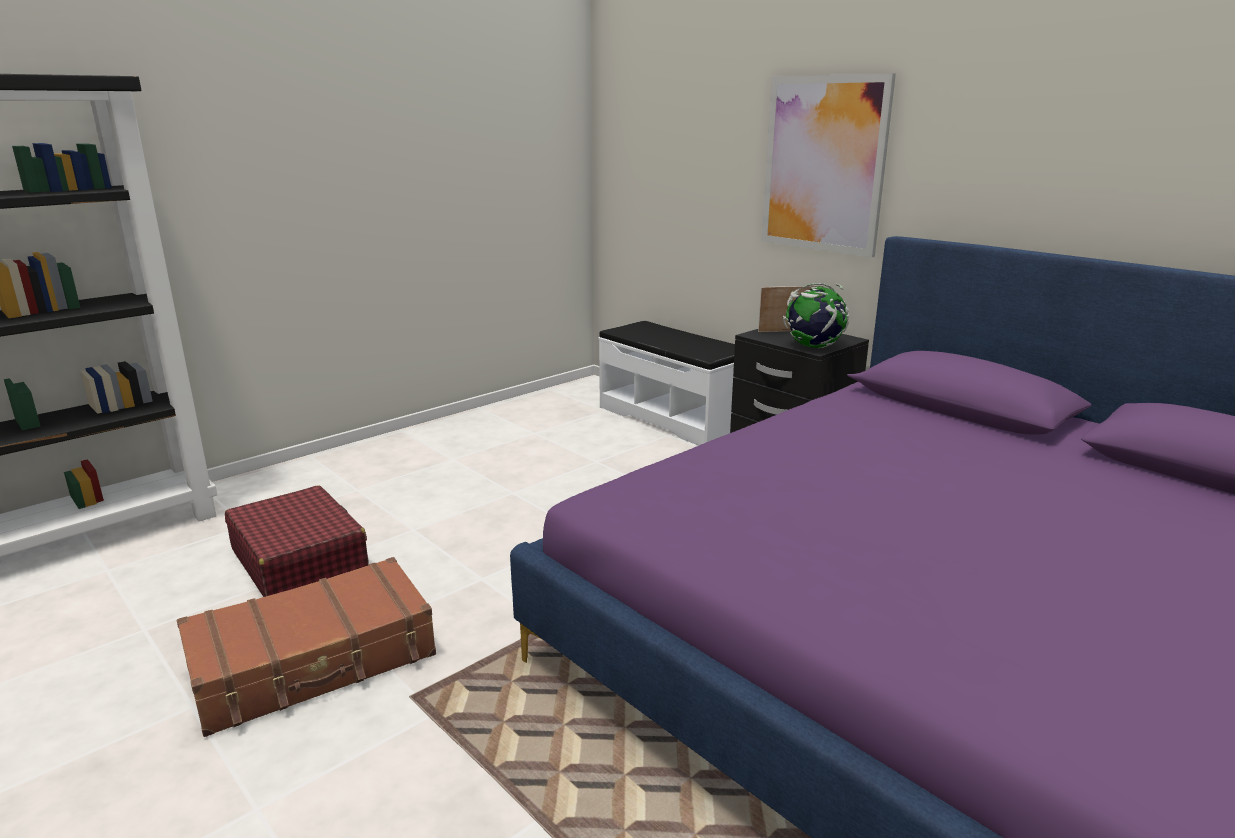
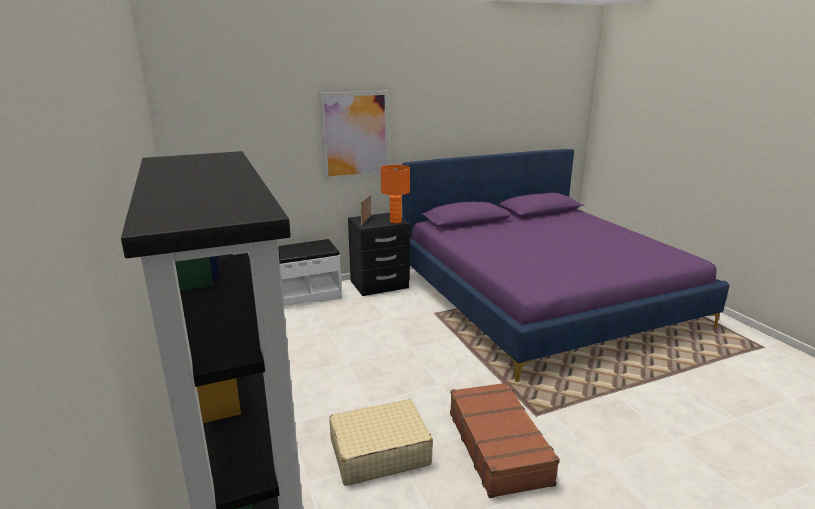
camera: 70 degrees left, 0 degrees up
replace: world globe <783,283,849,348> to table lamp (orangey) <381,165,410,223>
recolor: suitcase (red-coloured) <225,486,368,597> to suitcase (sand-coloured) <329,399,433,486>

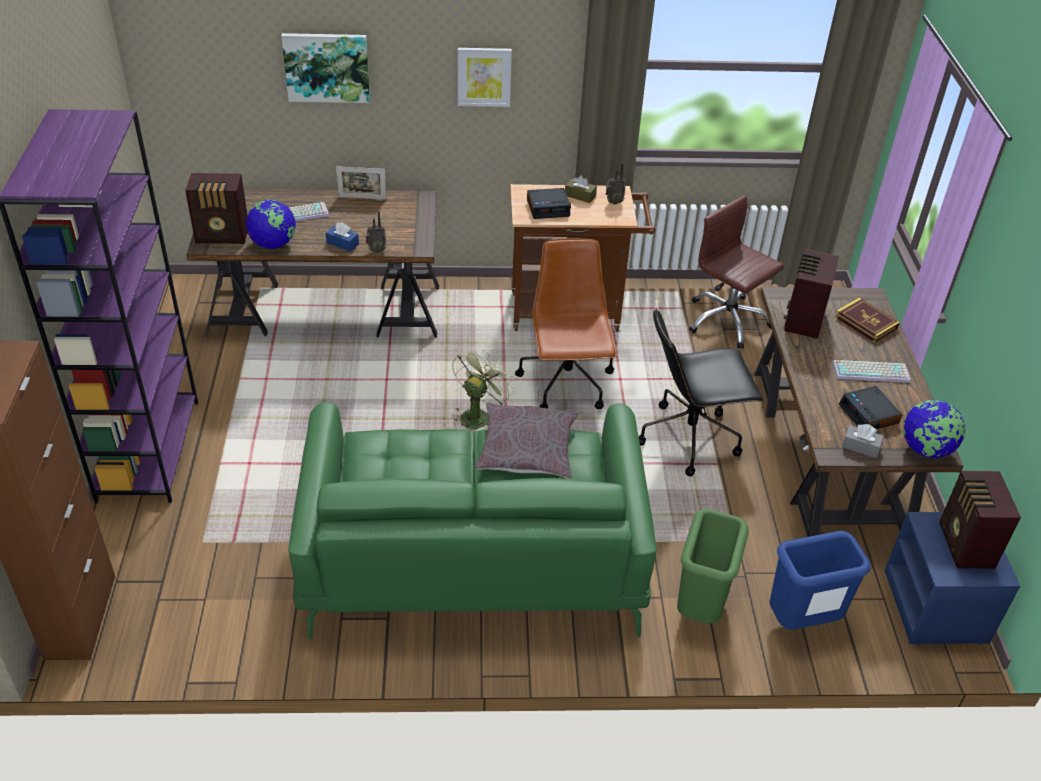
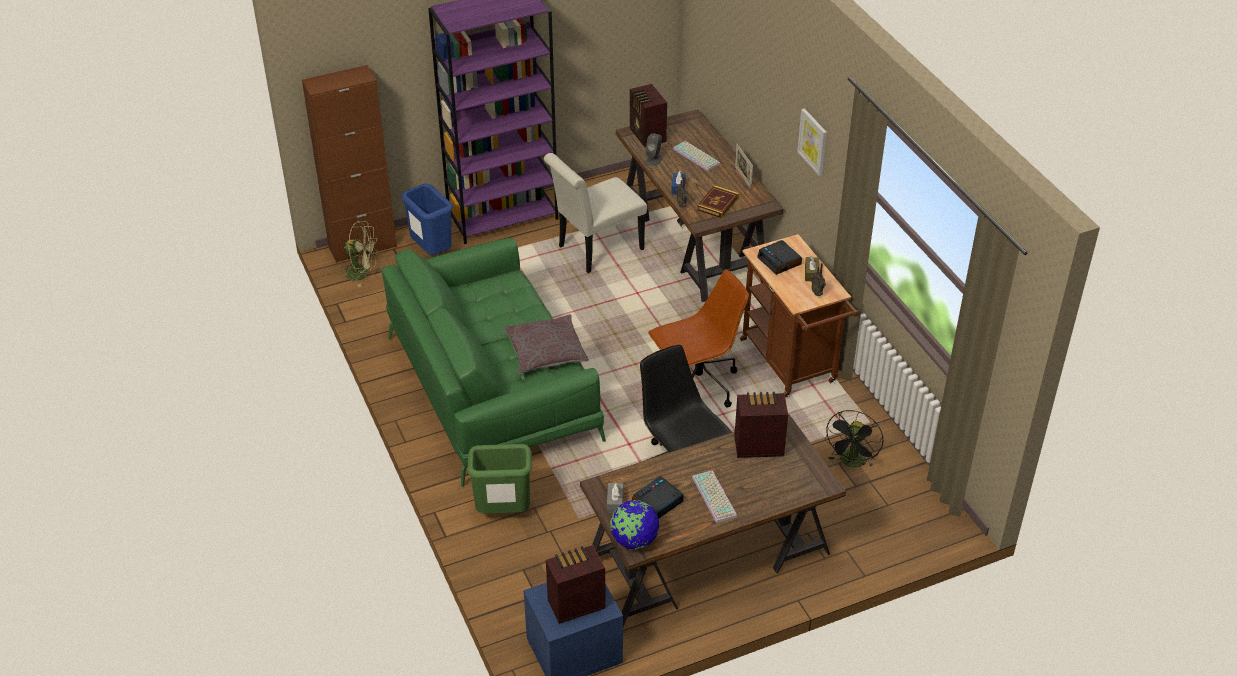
camera: 70 degrees right, 0 degrees up
delete: picture <281,33,370,103>
insert: chair (white-coloured) <544,153,647,273>
move: cooling fan (green) <452,348,514,429> to <341,221,379,287>; trash can (blue-coloured) <769,531,871,630> to <402,184,453,255>; book <835,298,900,343> to <697,185,739,219>
replace: world globe <246,200,296,249> to audio speaker (greyish) <645,134,662,166>; desk chair (brown-coloured) <689,195,784,349> to cooling fan (black) <824,410,883,467>

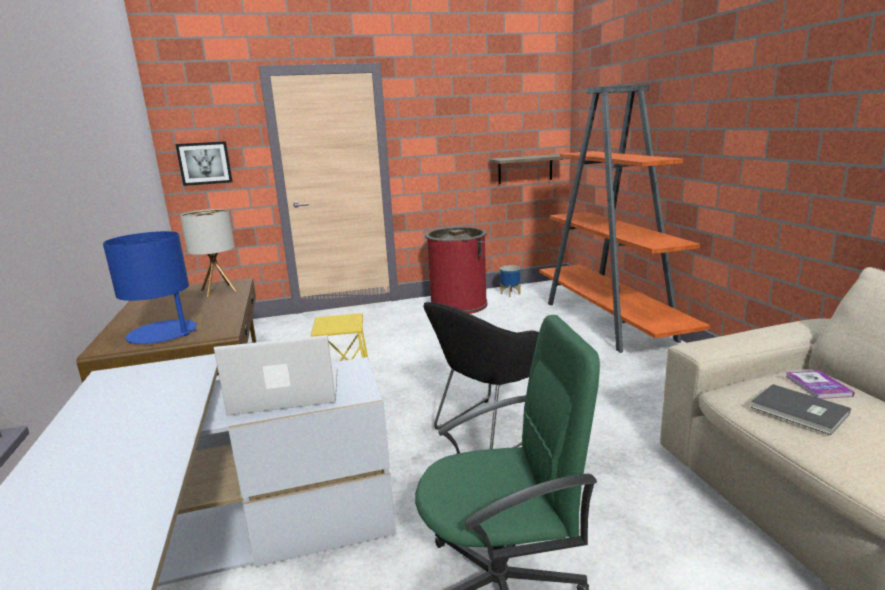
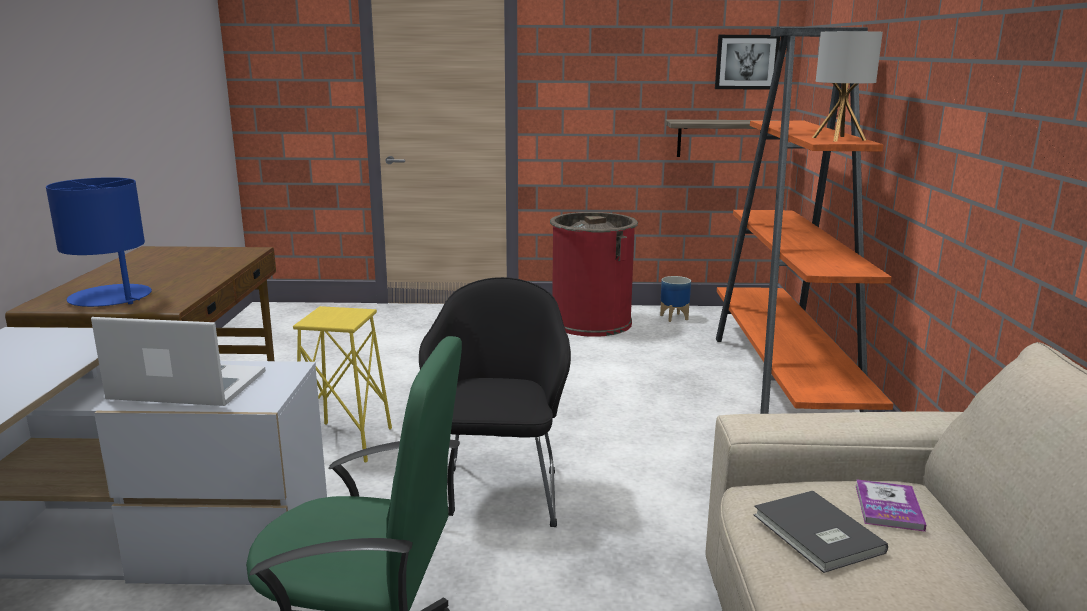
camera: 15 degrees right, 0 degrees up
move: picture <175,141,233,186> to <715,35,780,90>; table lamp <180,209,237,297> to <812,31,883,142>
rotate: lounge chair (black) <423,302,539,449> = <419,277,571,527> 120 degrees clockwise

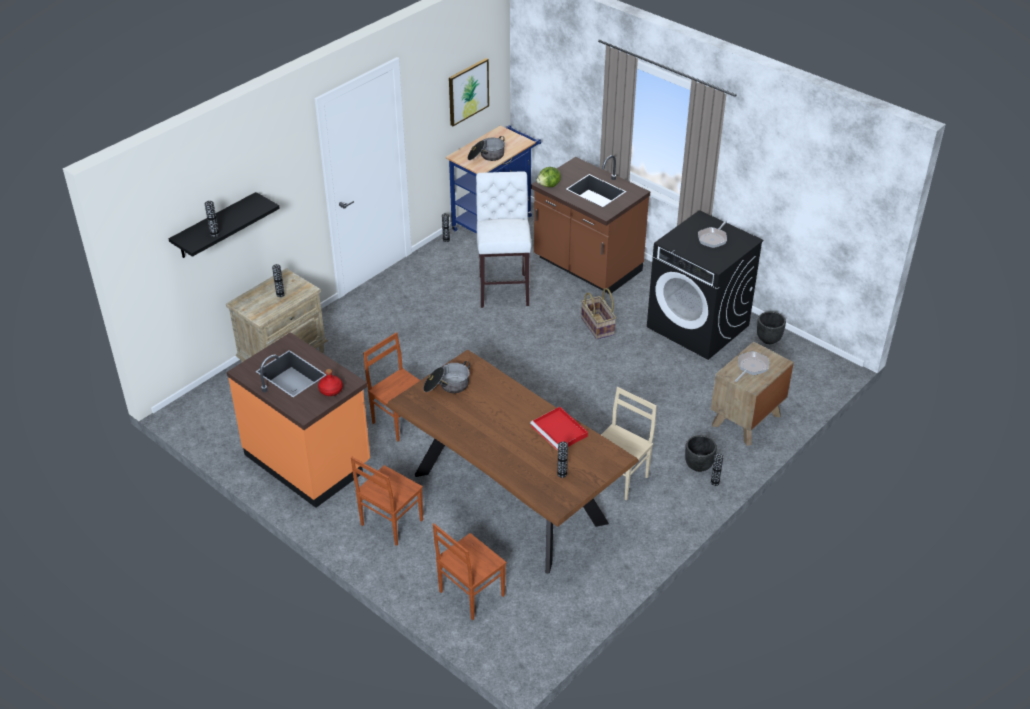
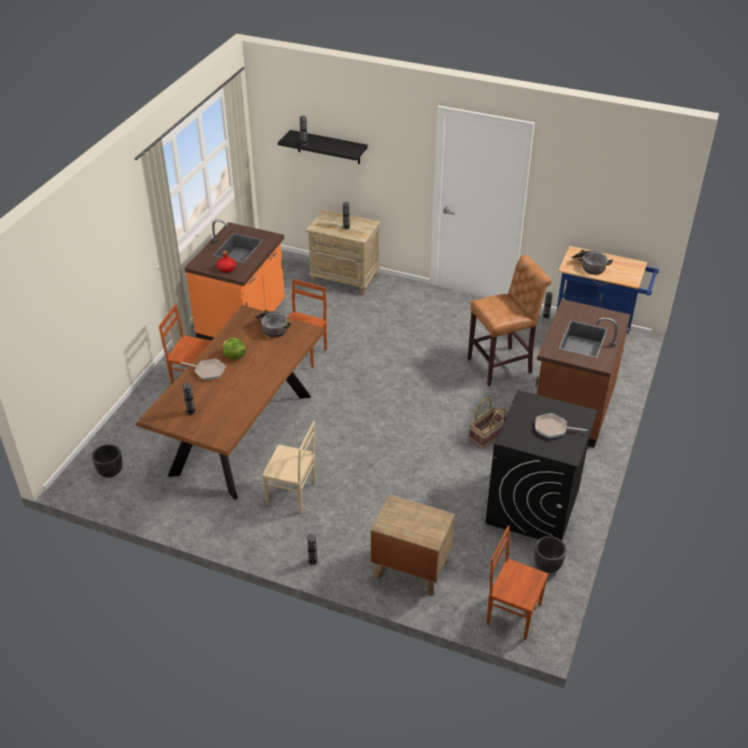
camera: 70 degrees right, 0 degrees up
delete: picture <449,58,489,126>; serving tray (red-coloured) <530,407,588,451>
move: planter (black) <685,435,717,472> to <92,444,122,478>; skillet <735,351,769,382> to <180,359,226,380>; lettuce head <536,167,561,187> to <223,338,246,359>; chair (brown-coloured) <433,523,506,620> to <486,526,548,640>
recolor: sitting stool (white-coloured) <476,171,531,308> to sitting stool (brown-coloured) <467,255,552,386>

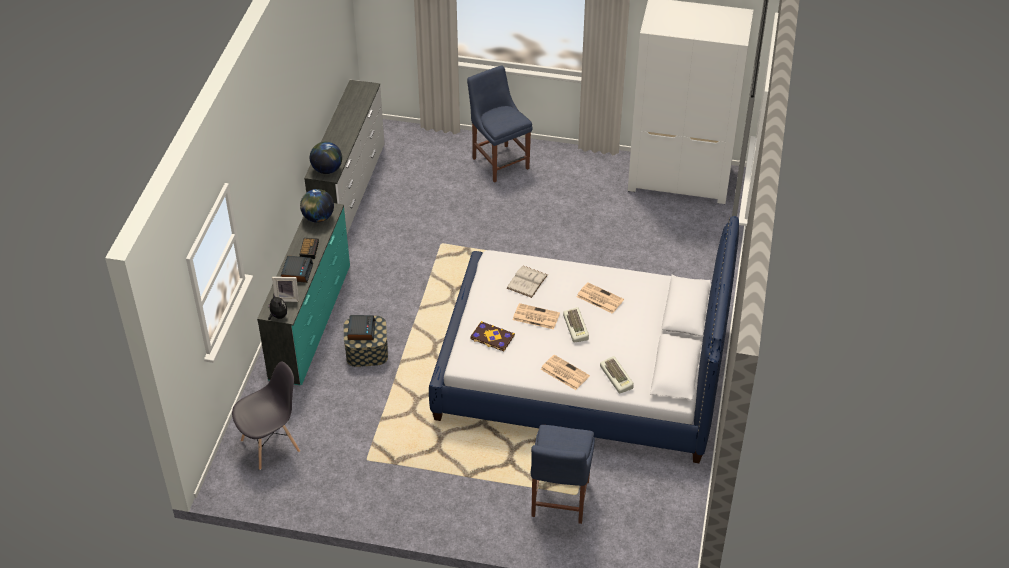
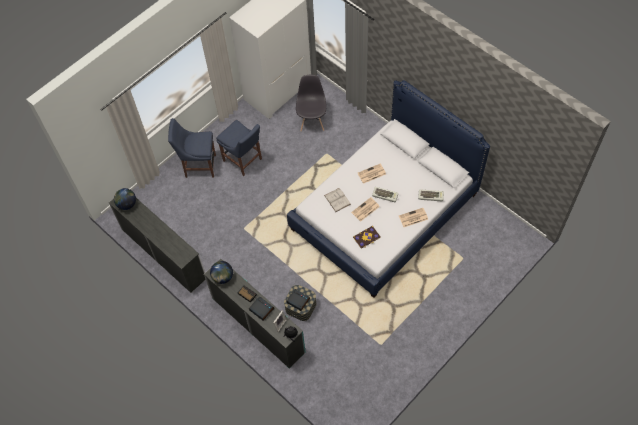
camera: 55 degrees left, 15 degrees up
move: world globe <310,142,342,174> to <114,188,136,210>; chair (blue-coloured) <531,425,595,524> to <216,120,262,176>; chair (greyish) <232,361,300,470> to <296,75,326,131>

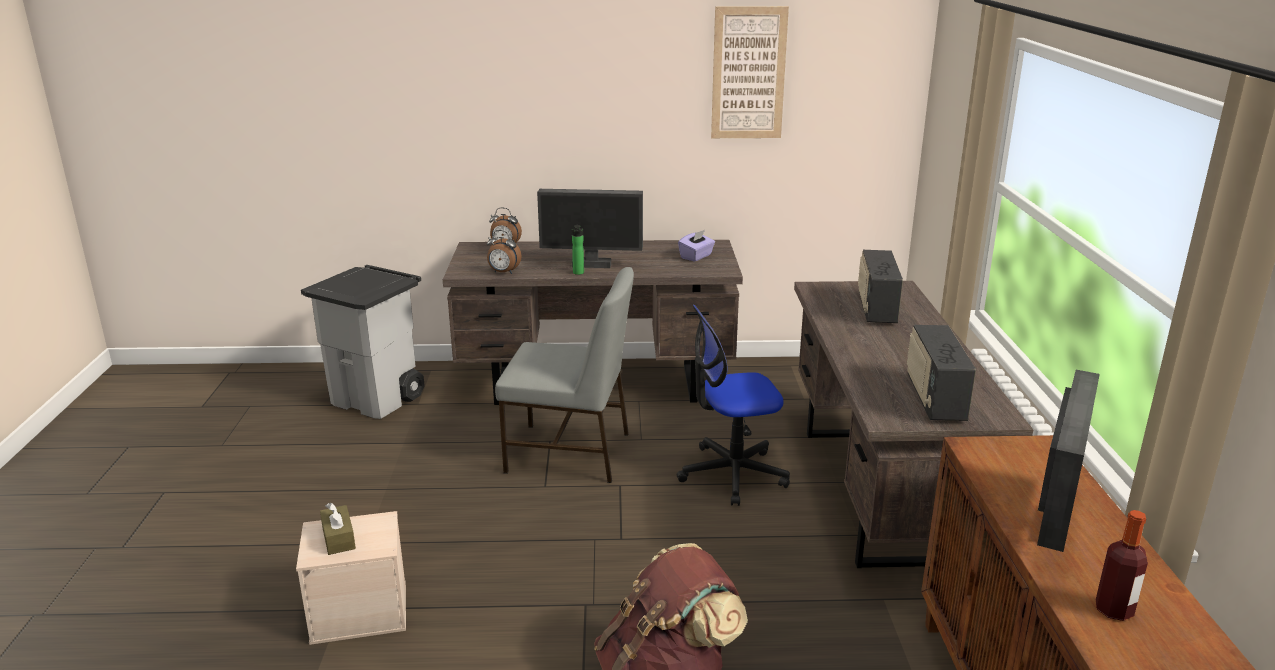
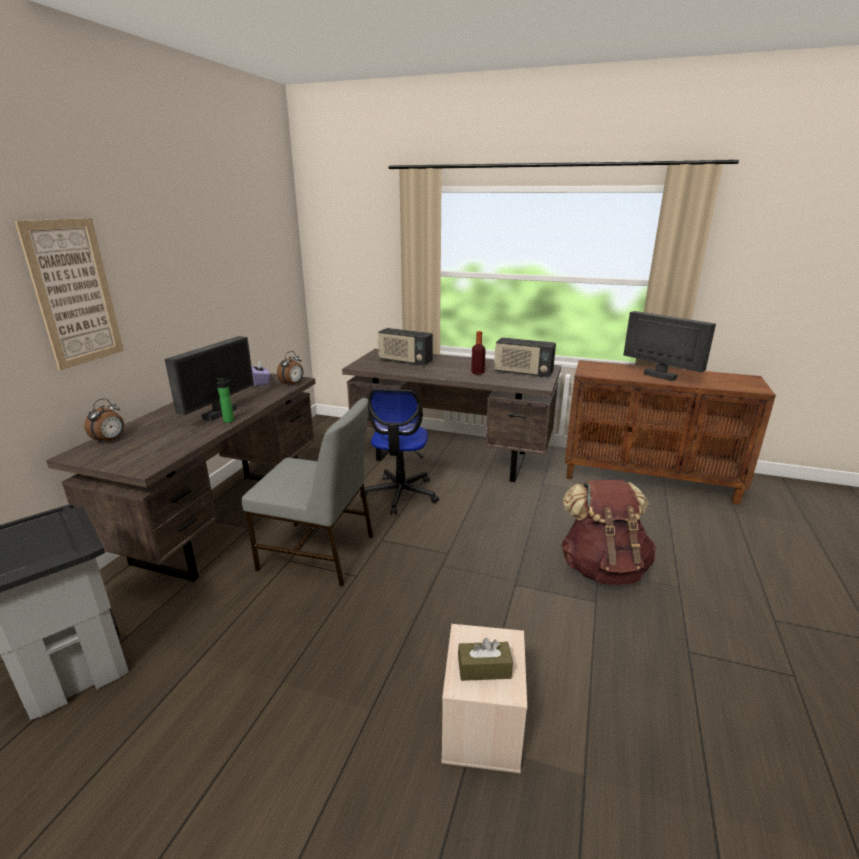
camera: 70 degrees left, 0 degrees up
move: picture <711,6,789,138> to <15,218,124,371>; table clock <487,230,522,274> to <277,351,303,386>; beverage bottle <1096,510,1148,621> to <471,331,485,375>
rotate: chair (greyish) <495,267,634,483> = <242,398,373,587> 75 degrees clockwise

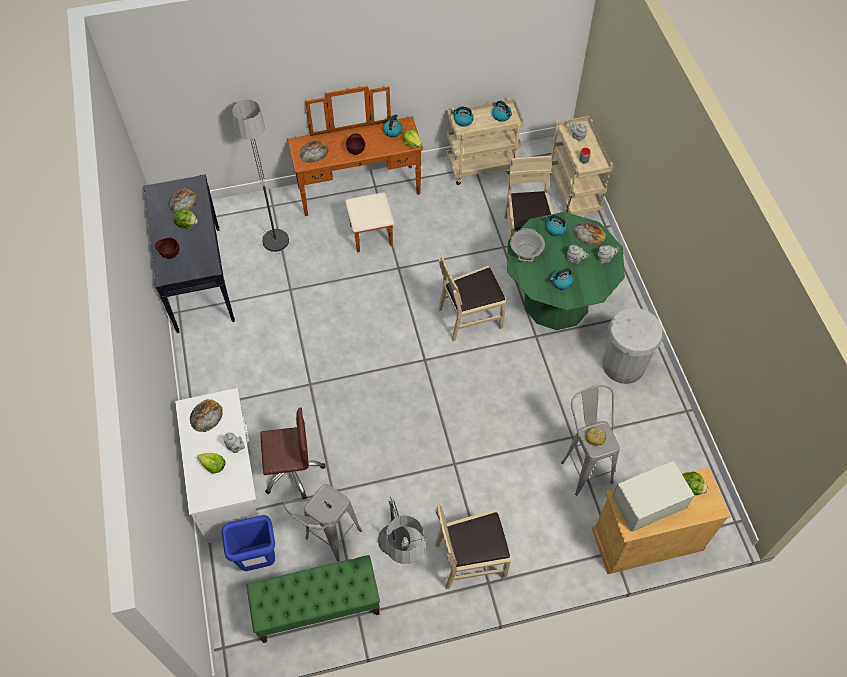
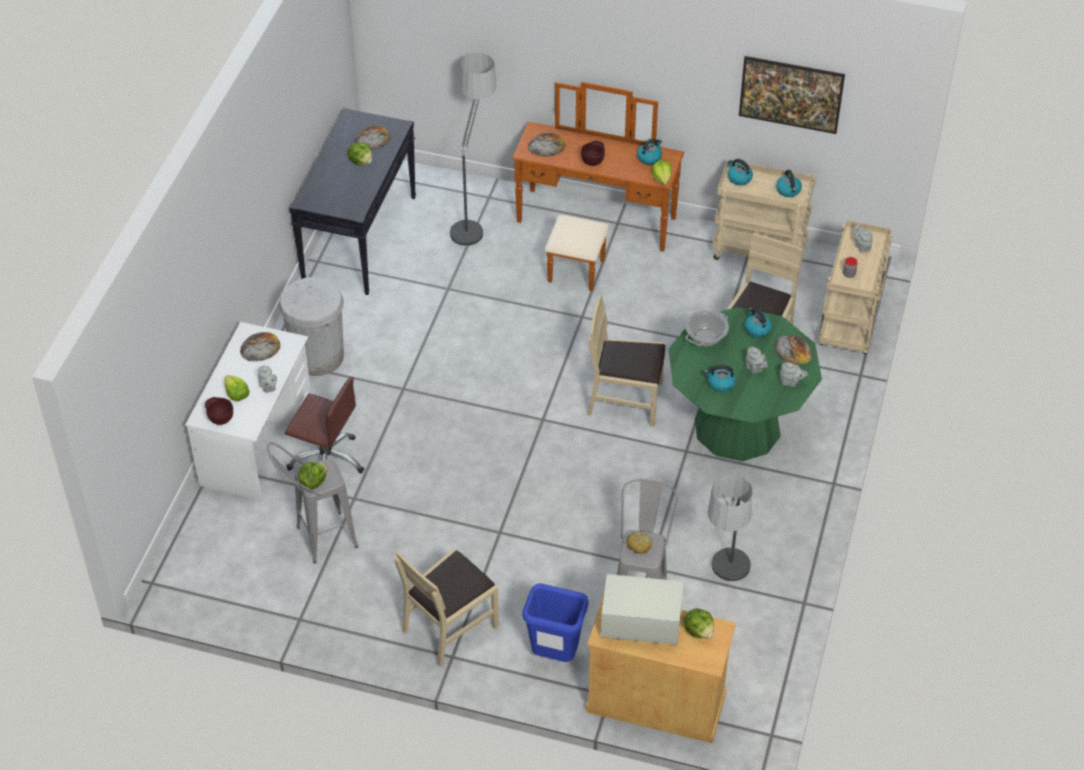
camera: 30 degrees right, 10 degrees down
delete: bench (green) <247,555,380,643>
insert: lettuce head <298,462,327,489>; picture <739,56,845,134>
move: serving bowl (brown-coloured) <155,238,179,259> to <205,397,233,425>; trash can (white-coloured) <603,308,663,384> to <279,277,344,376>; trash can (blue-coloured) <222,515,275,571> to <522,583,589,662>; floor lamp <378,496,425,564> to <708,475,756,587>
rotate: chair (sand-coloured) <435,504,511,589> = <395,549,499,667> 60 degrees counterclockwise

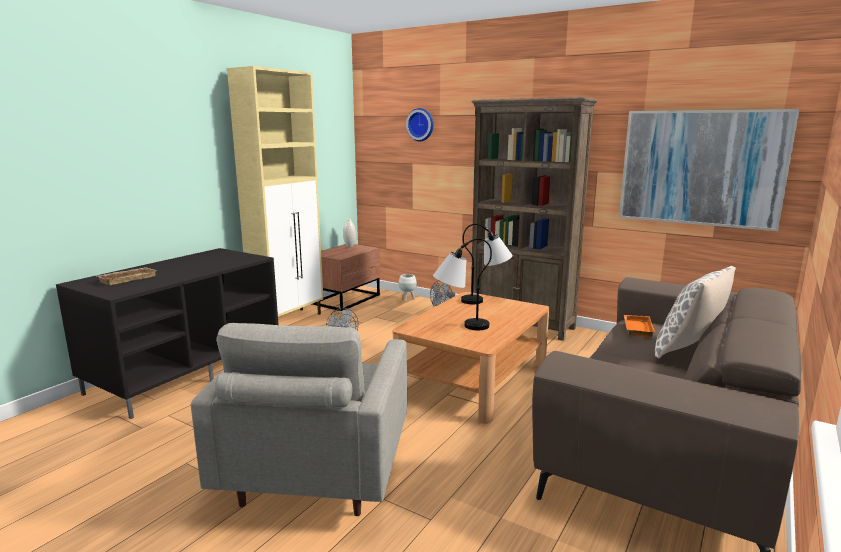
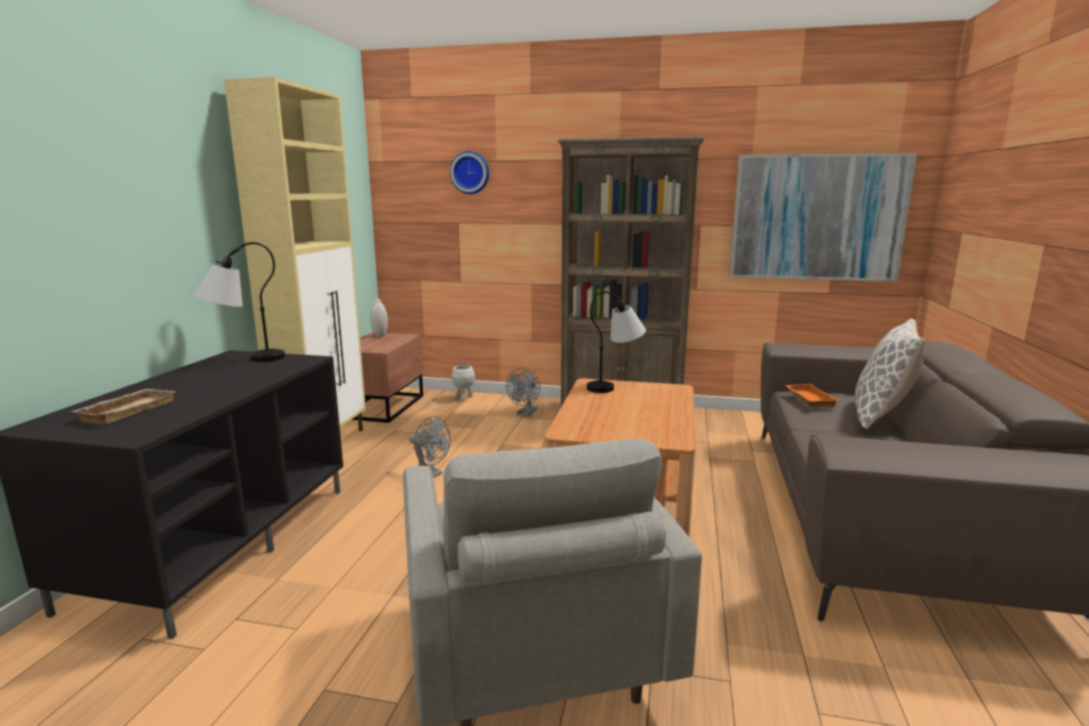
camera: 20 degrees left, 0 degrees up
move: table lamp <433,238,492,330> to <194,242,285,362>

